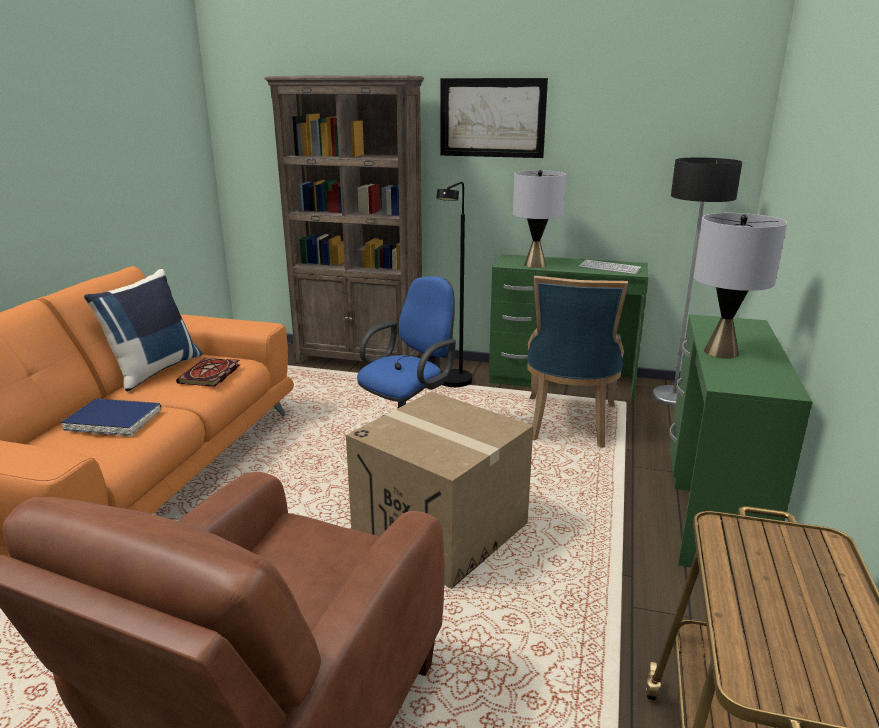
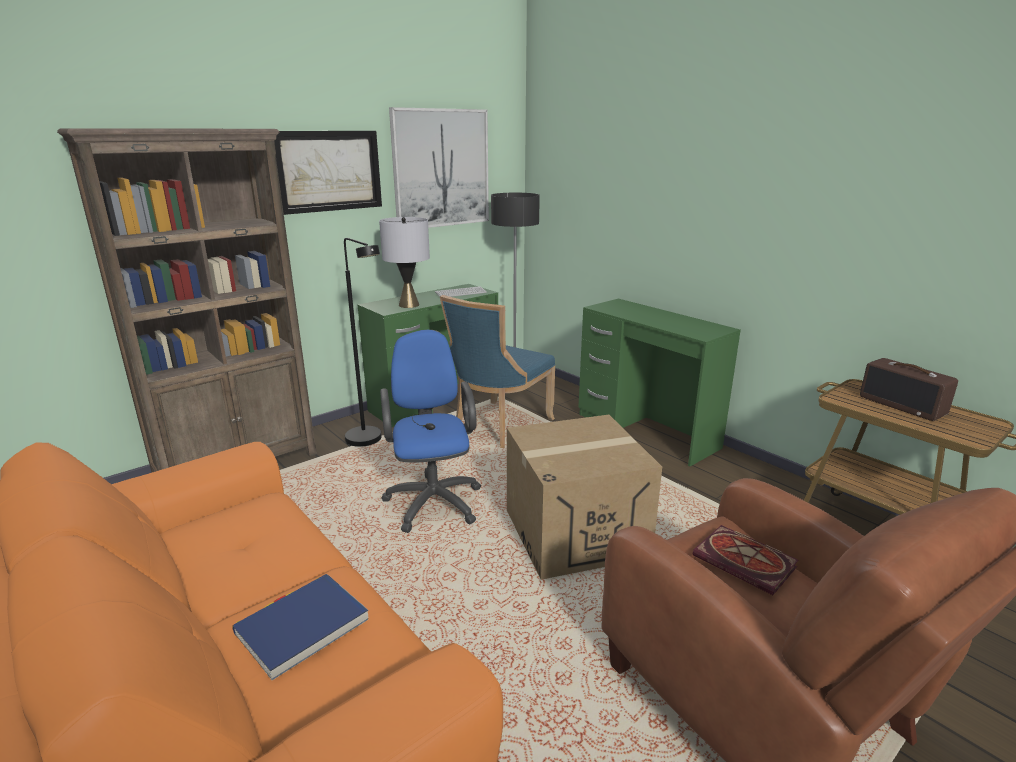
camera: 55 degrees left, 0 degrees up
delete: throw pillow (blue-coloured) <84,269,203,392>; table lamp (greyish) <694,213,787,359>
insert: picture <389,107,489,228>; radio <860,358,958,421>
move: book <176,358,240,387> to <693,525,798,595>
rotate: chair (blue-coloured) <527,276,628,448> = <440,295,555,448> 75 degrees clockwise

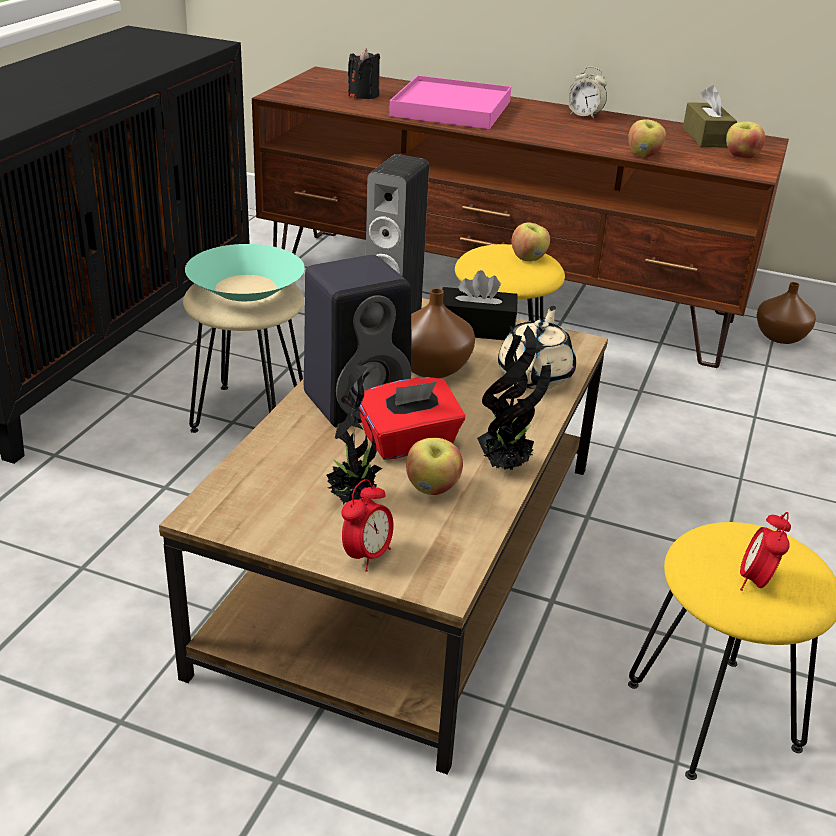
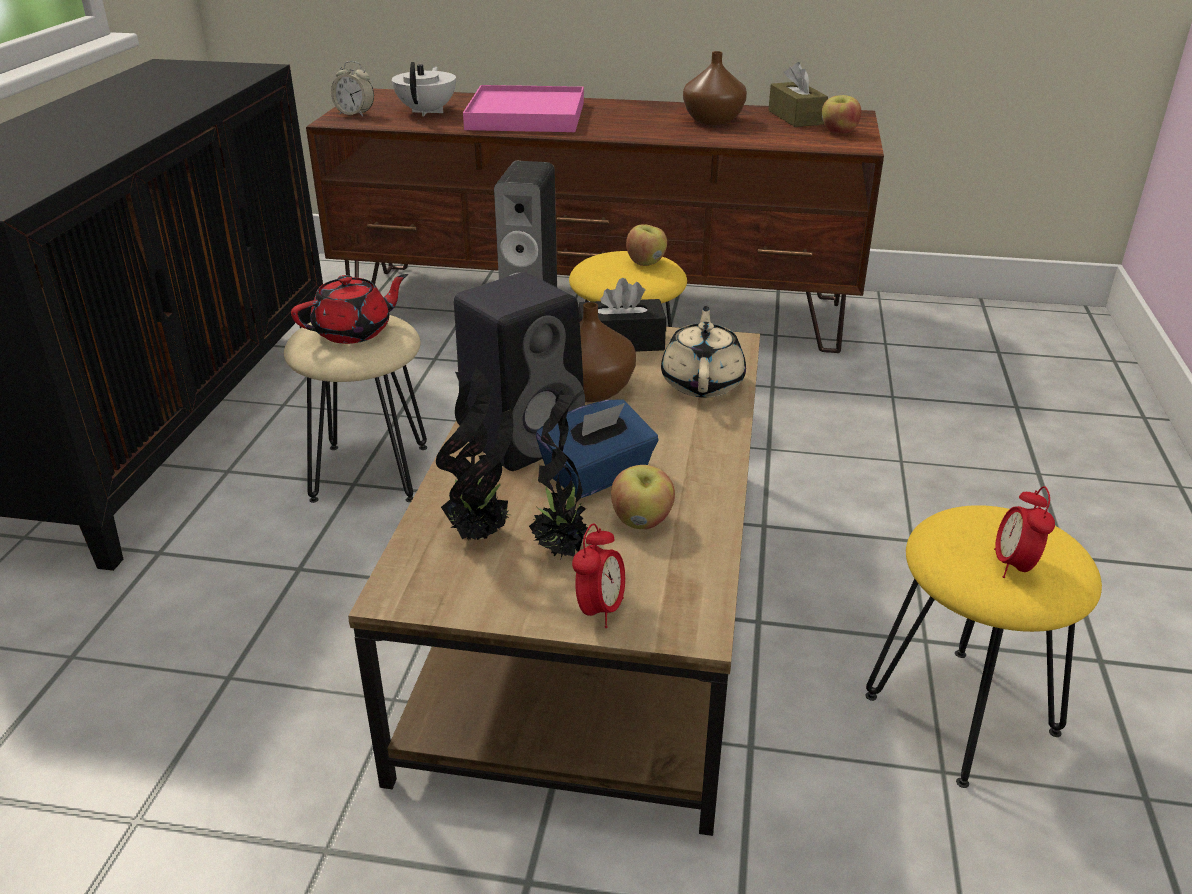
camera: 10 degrees left, 0 degrees up
delete: apple <628,119,666,157>
move: table clock <567,67,607,119> to <331,61,374,117>; potted plant <477,326,551,470> to <436,368,513,541>; flower vase (brown-coloured) <756,282,816,344> to <683,51,747,125>
replace: serving bowl (turquoise-coloured) <185,244,305,301> to tea pot (red-coloured) <291,274,408,344>; wax light (black) <348,48,380,99> to tea pot (white-coloured) <392,62,456,116>
recolor: tissue holder (red-coloured) <357,377,465,460> to tissue holder (blue-coloured) <536,400,659,498>

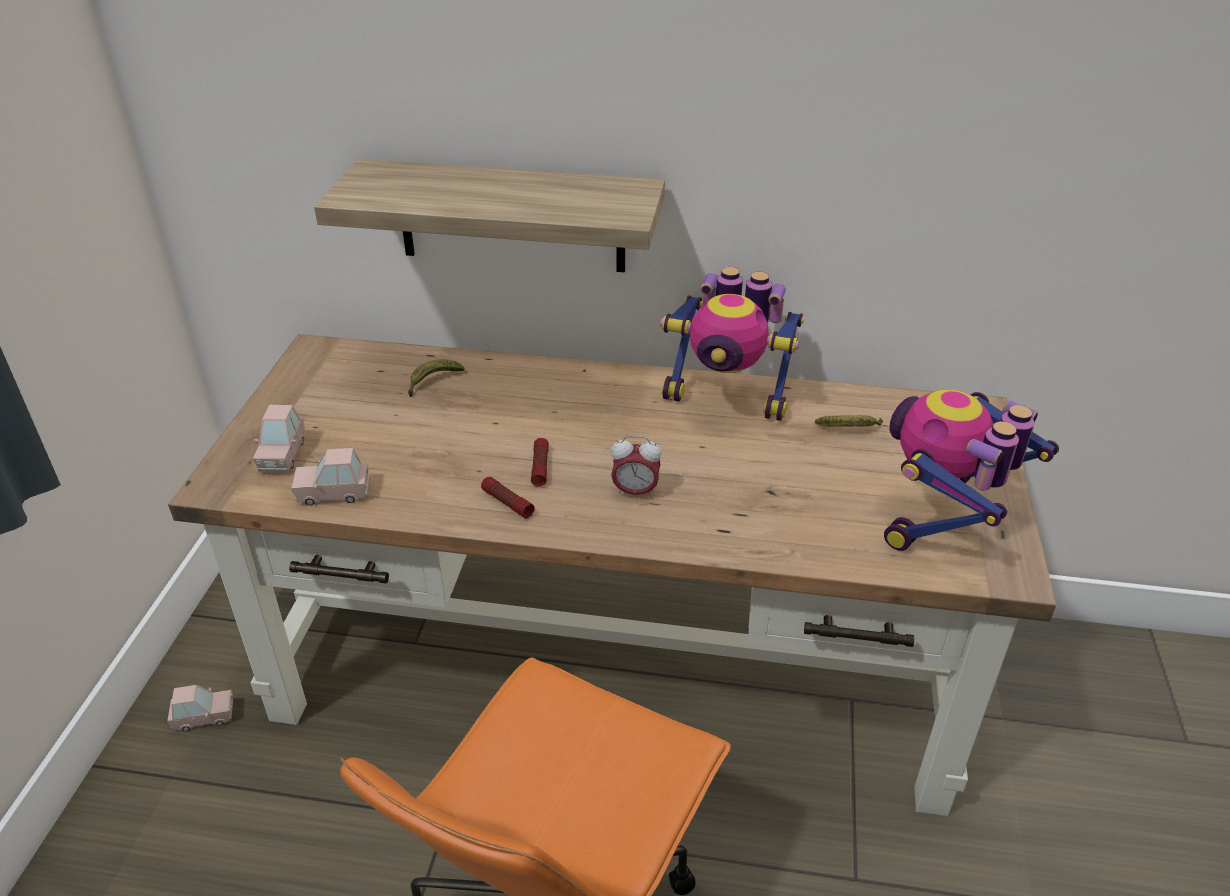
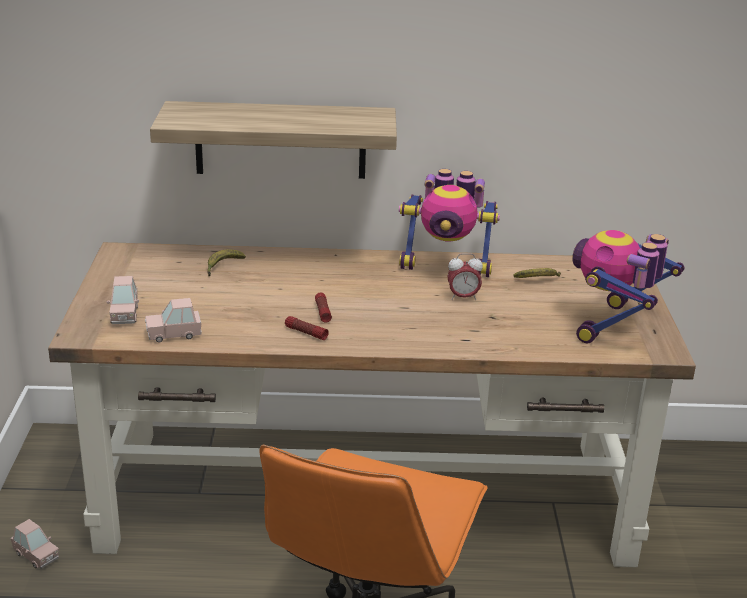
camera: 10 degrees left, 10 degrees down
move: table clock <611,435,661,499> to <447,253,483,300>
rotate: model car (pink-coloured) <167,685,233,732> = <10,519,59,569> 60 degrees clockwise

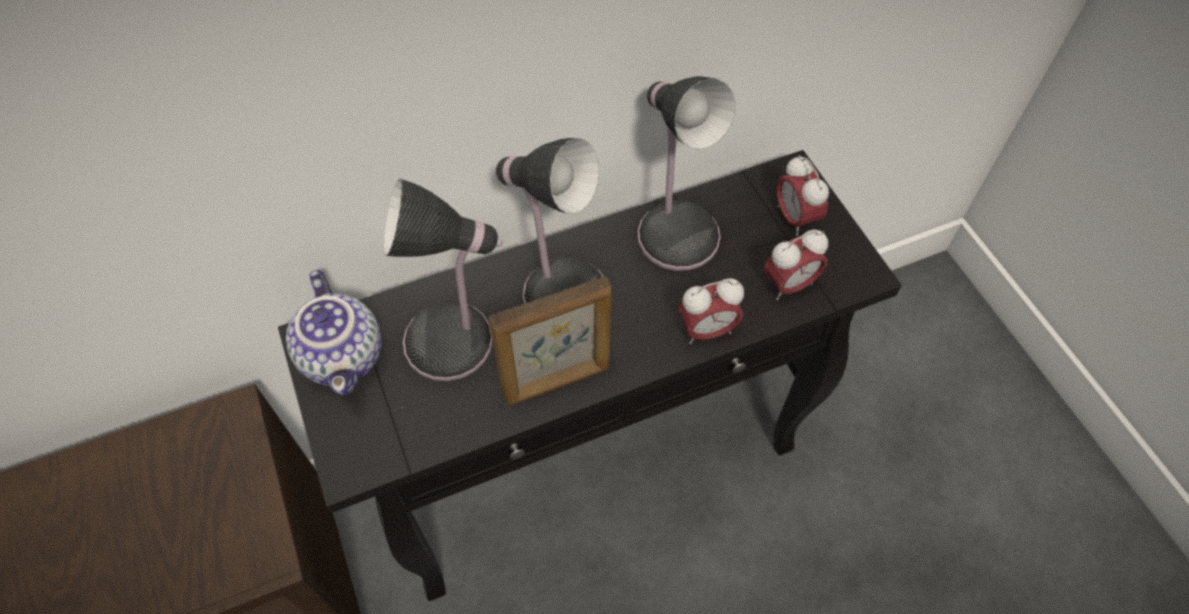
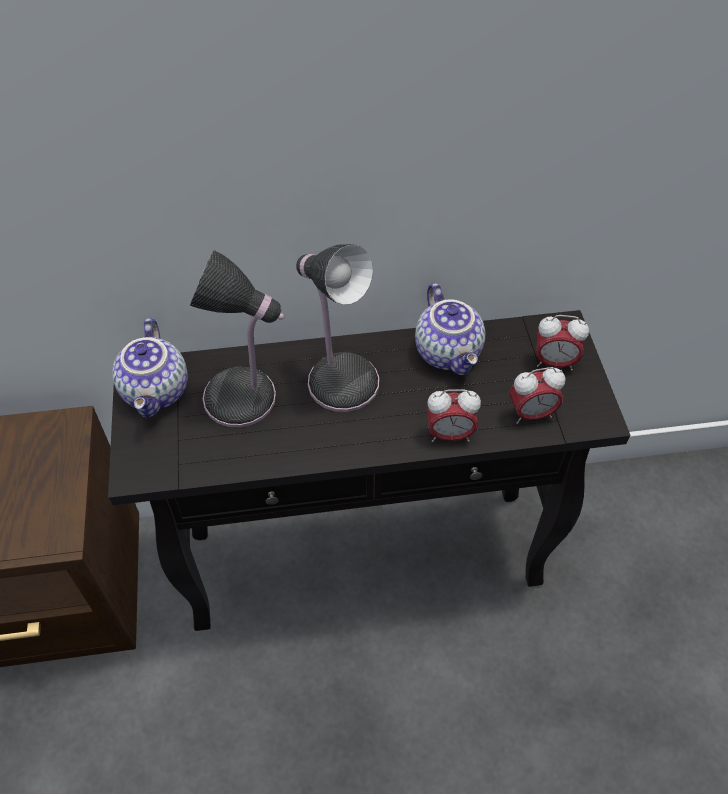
camera: 15 degrees right, 5 degrees down
delete: photo frame <489,276,611,405>
replace: table lamp <638,76,735,271> to tea pot <415,283,485,375>
rotate: table clock <776,155,829,236> = <536,315,589,371> 75 degrees counterclockwise

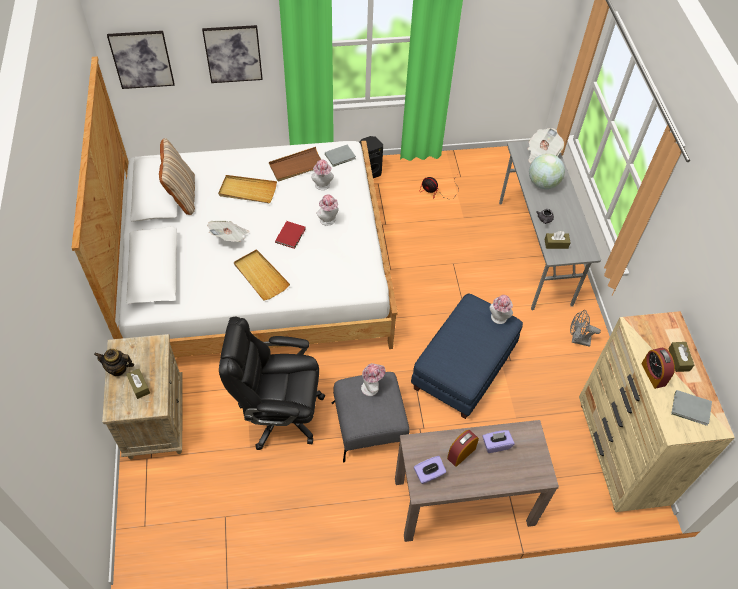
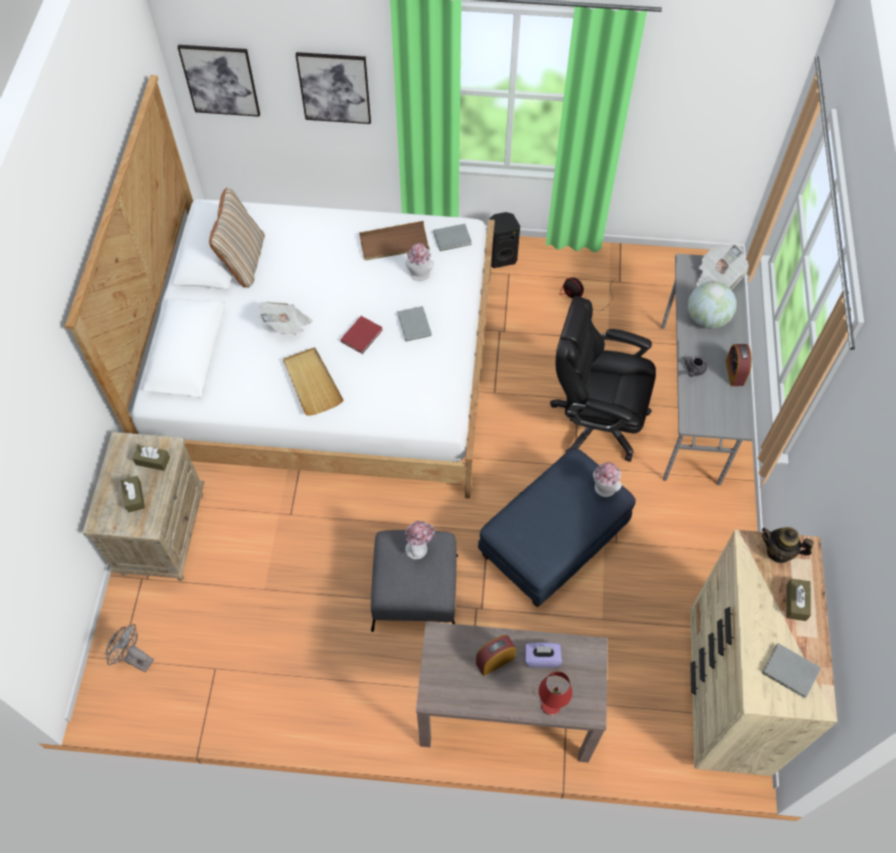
camera: 15 degrees right, 5 degrees up
delete: serving tray (sand-coloured) <218,175,277,203>; tissue holder (purplish) <414,456,446,484>
insert: table lamp (red-coloured) <539,671,572,715>
move: cooling fan (greyish) <570,310,601,347> to <105,624,154,672>; tissue holder (brown-coloured) <544,231,571,249> to <133,445,170,471>; desk chair (black) <219,317,325,450> to <550,296,656,462>; table clock <641,348,675,389> to <726,344,752,386>; tea pot <94,349,134,376> to <762,527,814,563>
replace: hat <316,194,339,226> to book (greyish) <397,306,431,341>

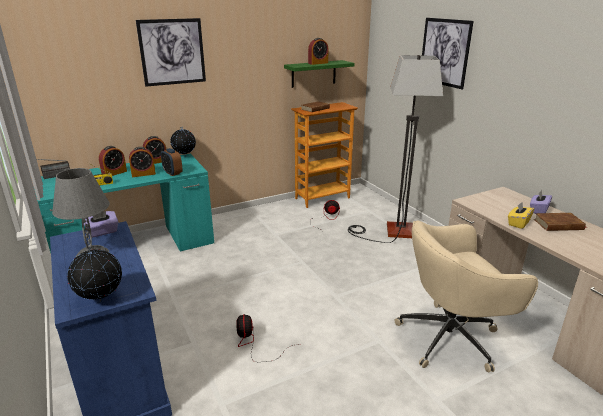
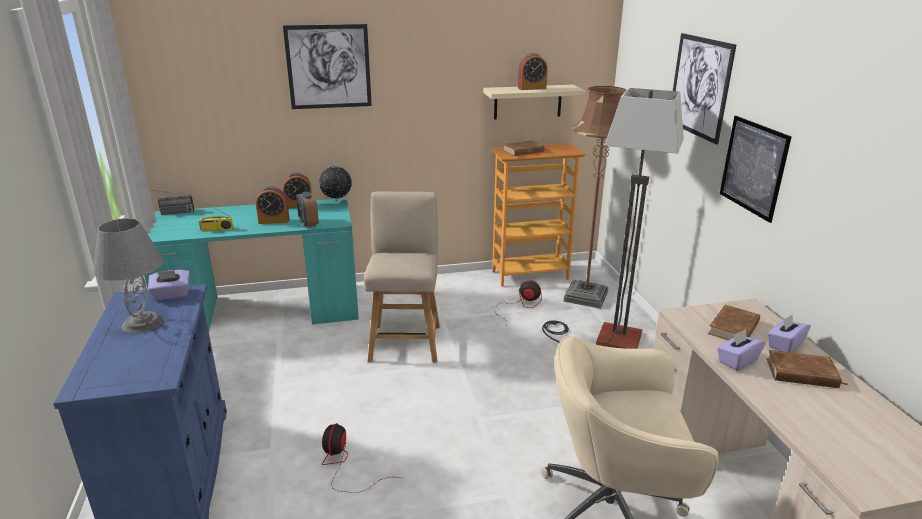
camera: 15 degrees right, 0 degrees up
delete: world globe <67,246,122,302>; table clock <99,146,127,176>
insert: chair (sand-coloured) <364,192,440,363>; floor lamp (brown-coloured) <564,86,626,309>; book (brown-coloured) <708,305,760,340>; picture <720,116,791,223>
recolor: shelf (green) <284,60,355,88> to shelf (sand-coloured) <483,85,585,120>; tissue holder (yellow-coloured) <508,202,534,229> to tissue holder (purplish) <717,329,765,371>

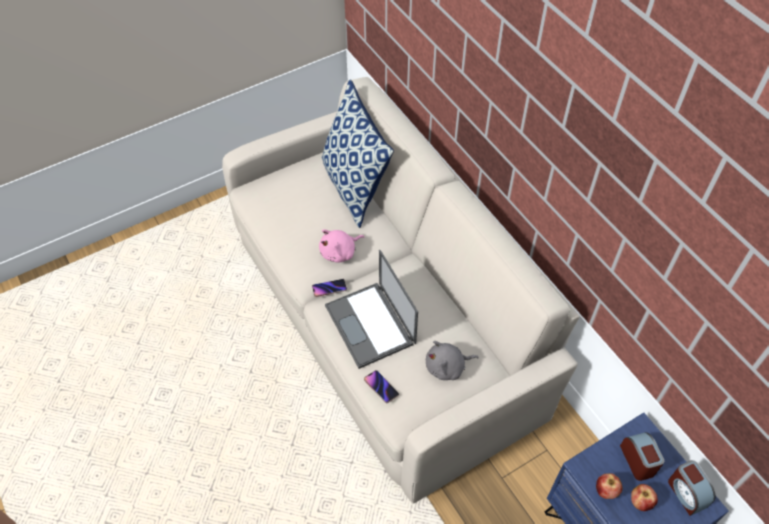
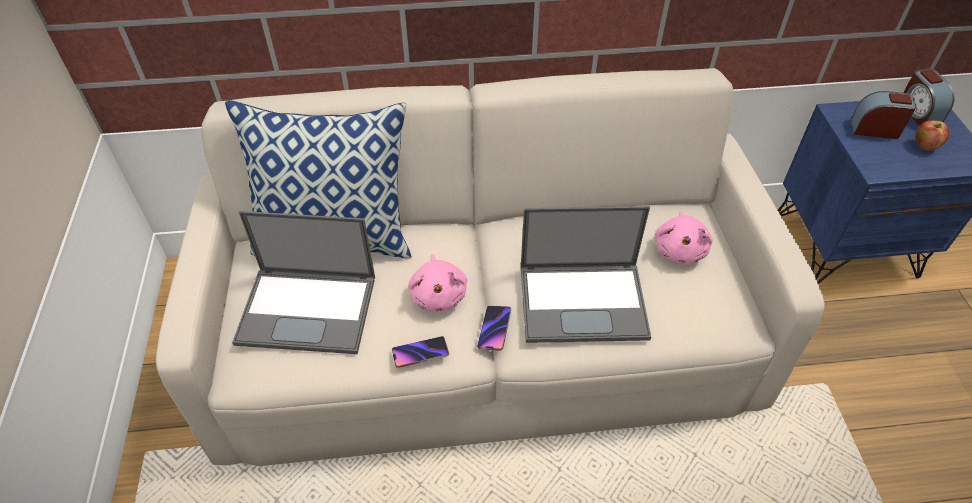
camera: 65 degrees left, 5 degrees down
delete: apple <596,473,623,499>
insert: portable computer <232,211,375,354>
move: phone <364,370,399,403> to <392,336,449,368>
recolor: soft toy (greyish) <426,341,479,380> to soft toy (pink-coloured) <655,212,713,264>
rotate: table clock <668,460,715,516> = <903,69,955,126> 75 degrees clockwise

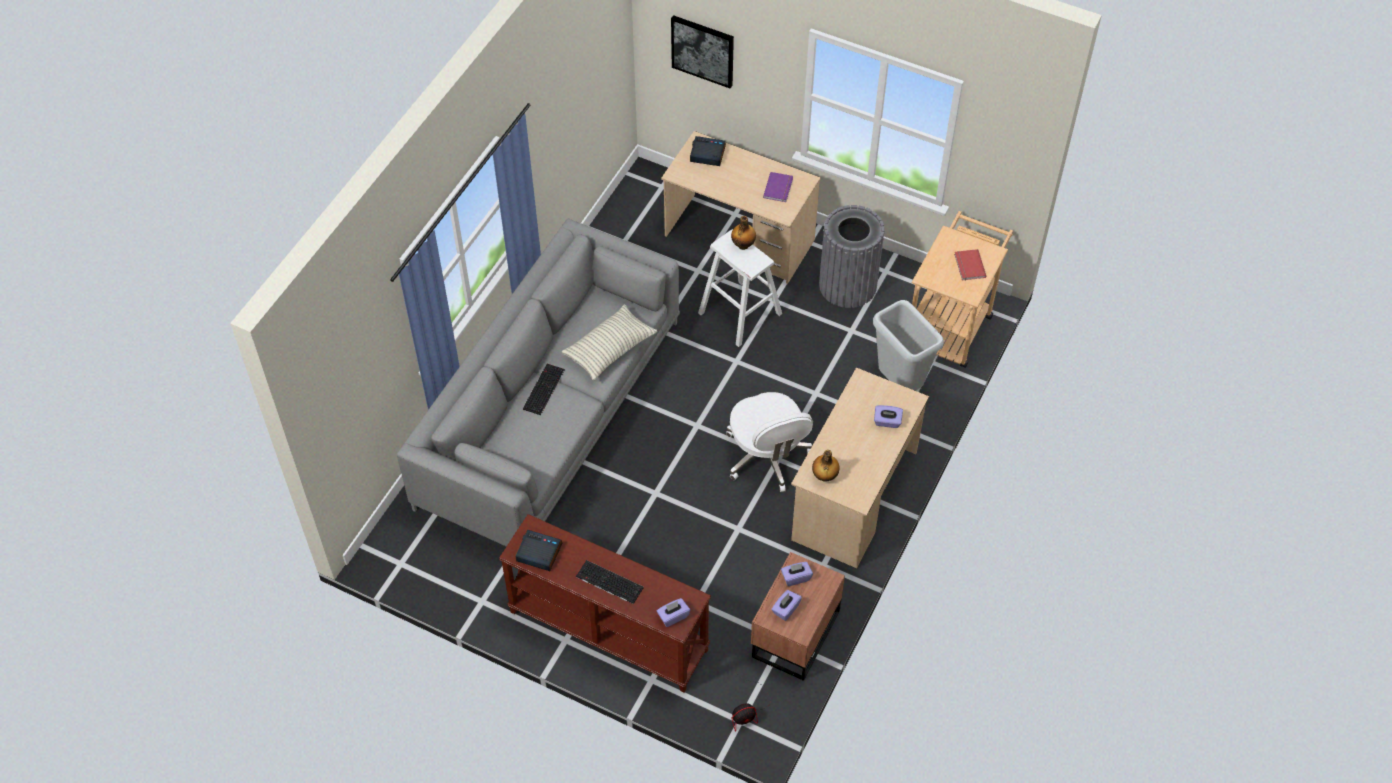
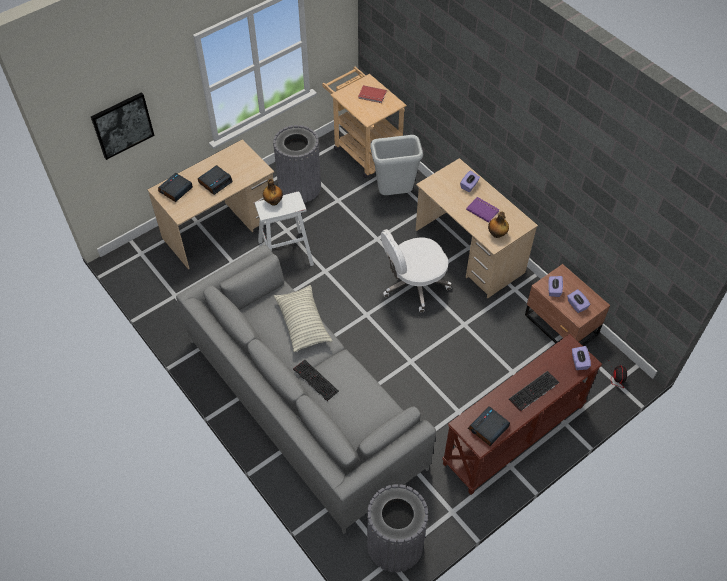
camera: 65 degrees left, 0 degrees up
insert: table clock <198,165,233,195>; trash can (greyish) <367,484,428,573>
move: book (purplish) <763,172,793,202> to <466,197,500,223>
rotate: desk chair (white-coloured) <726,392,813,492> = <381,229,452,313> 150 degrees clockwise

